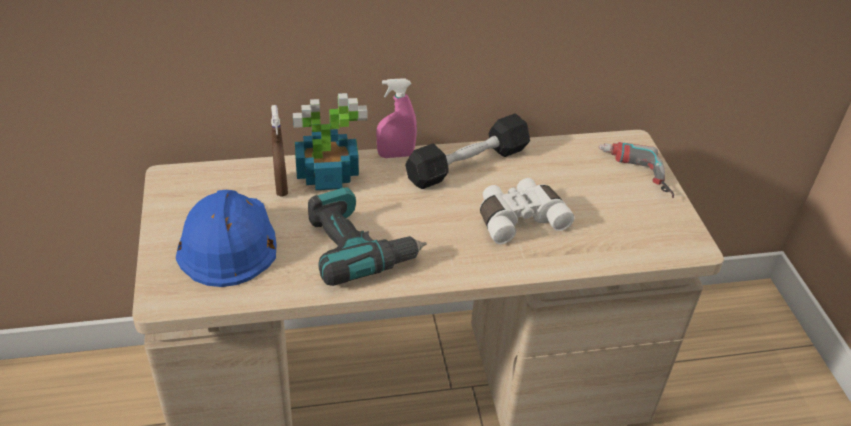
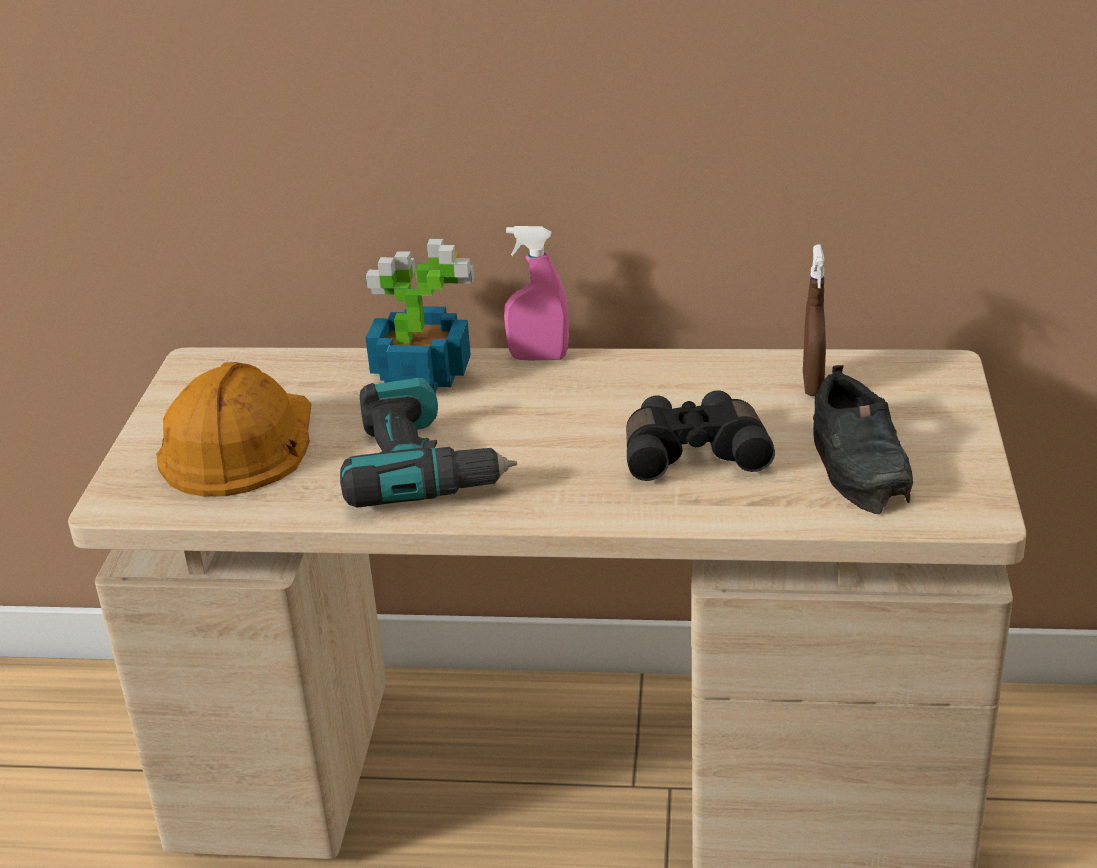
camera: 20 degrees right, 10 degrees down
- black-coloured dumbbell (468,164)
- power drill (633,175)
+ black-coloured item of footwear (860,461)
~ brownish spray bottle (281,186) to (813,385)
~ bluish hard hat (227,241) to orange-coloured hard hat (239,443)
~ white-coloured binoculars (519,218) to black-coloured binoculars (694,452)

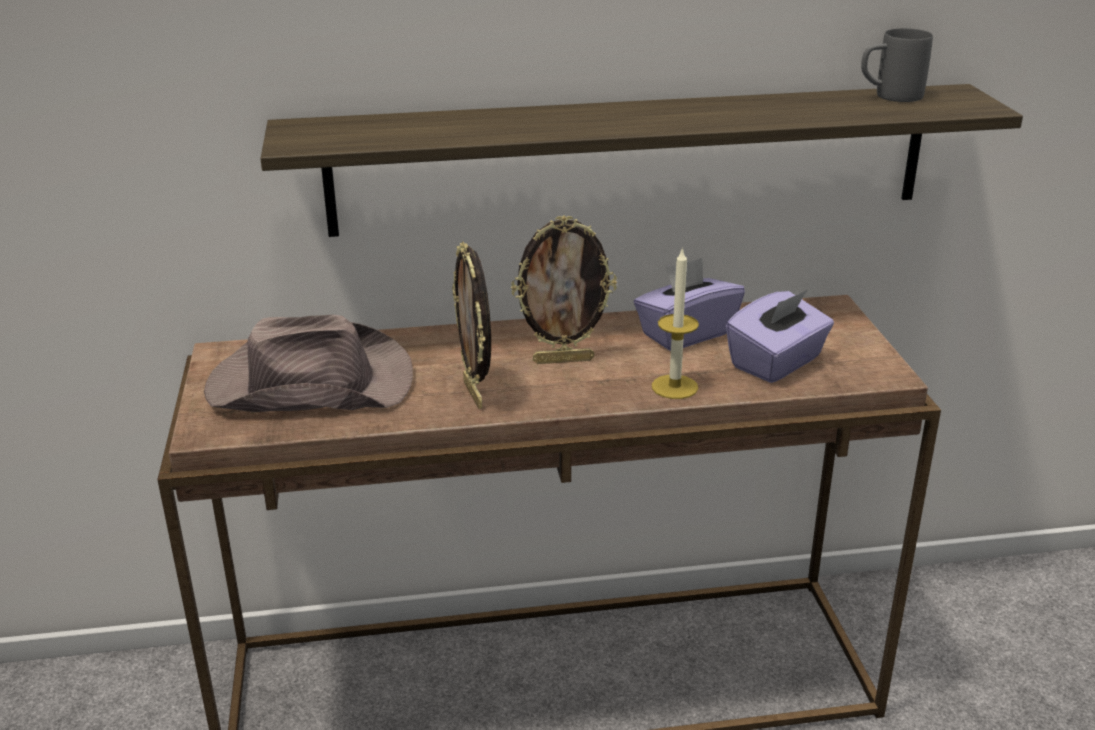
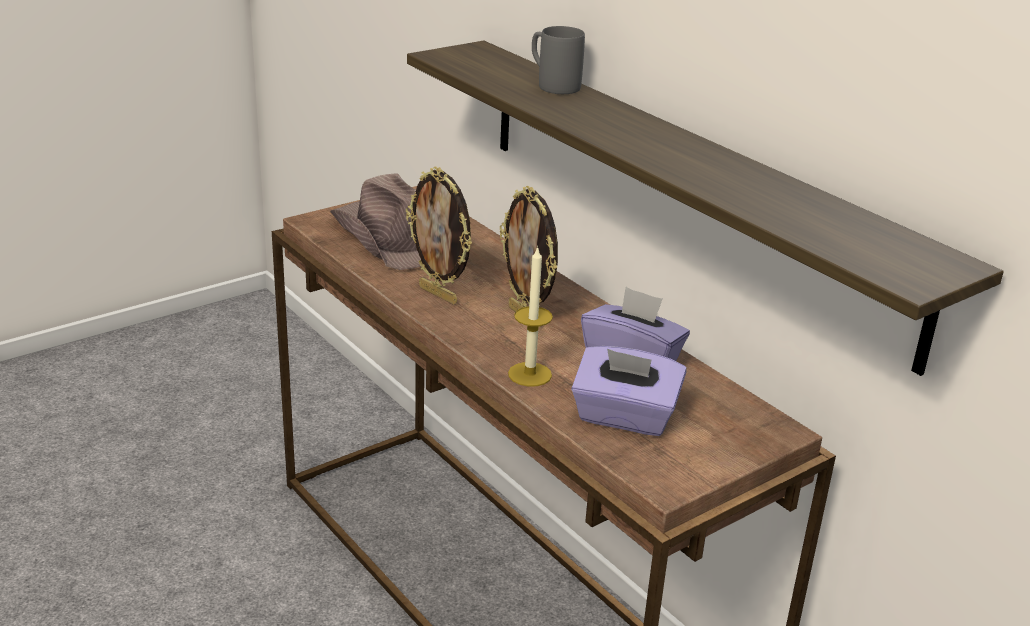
camera: 60 degrees right, 0 degrees up
~ greyish coffee mug (889,96) to (552,85)
~ photo frame (475,394) = (439,294) 90 degrees counterclockwise

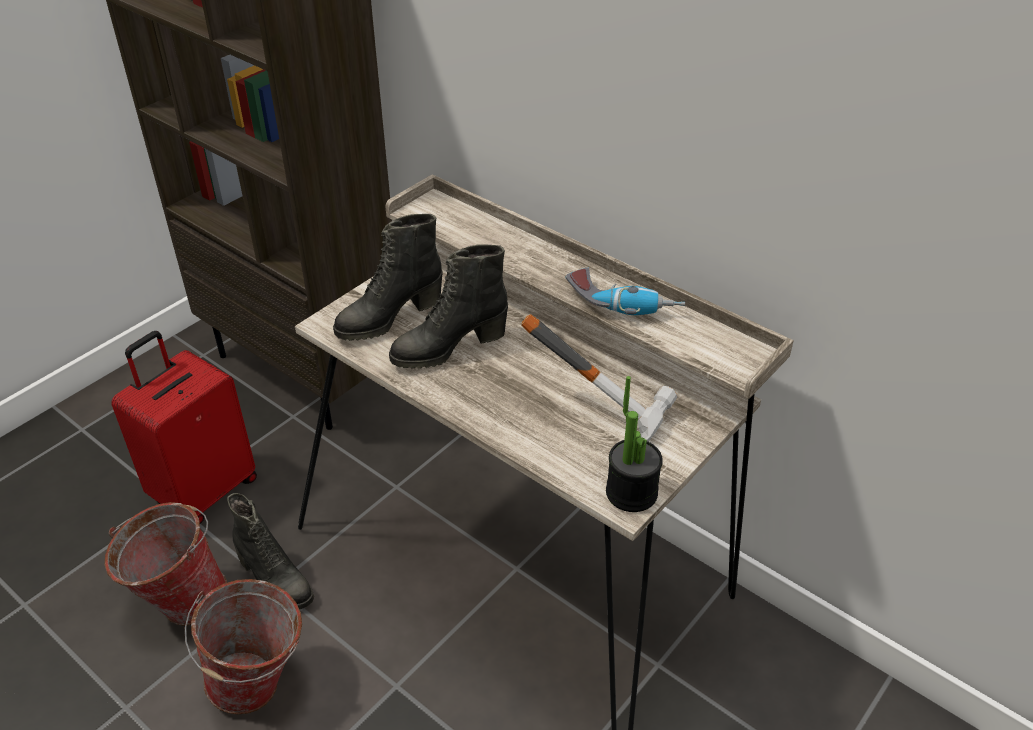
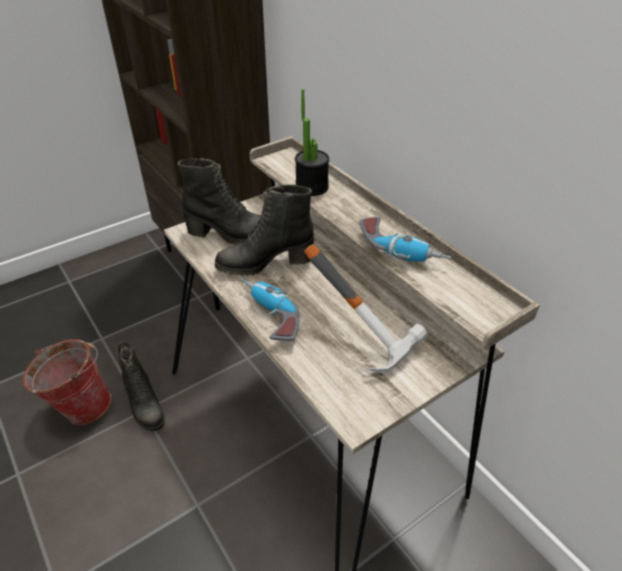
camera: 15 degrees right, 0 degrees up
- red-coloured travel case (204,490)
- pail (262,686)
+ power drill (267,316)
~ houseplant (631,493) to (312,187)
~ black-coloured tall boot (389,318) = (231,234) 150 degrees counterclockwise

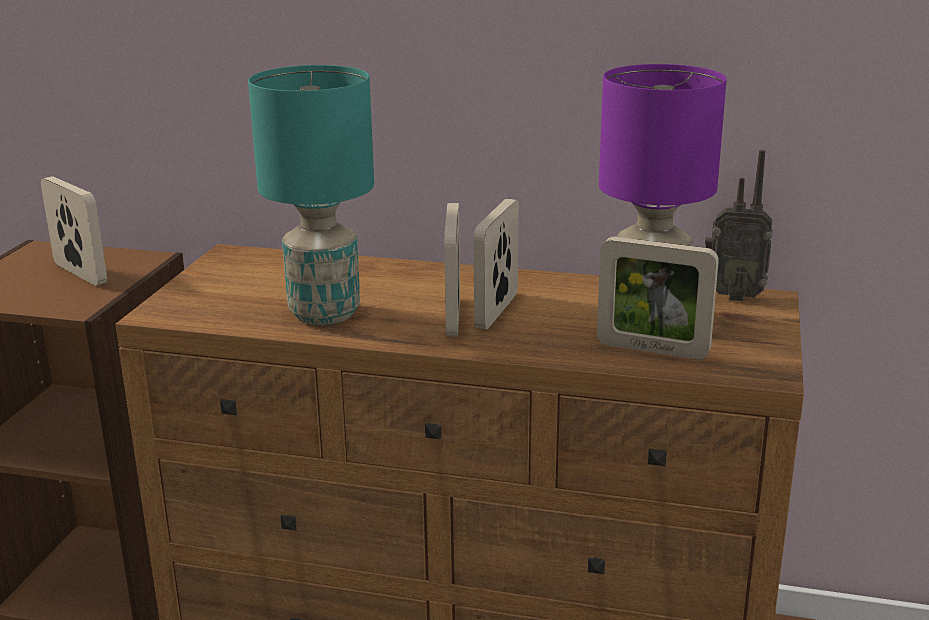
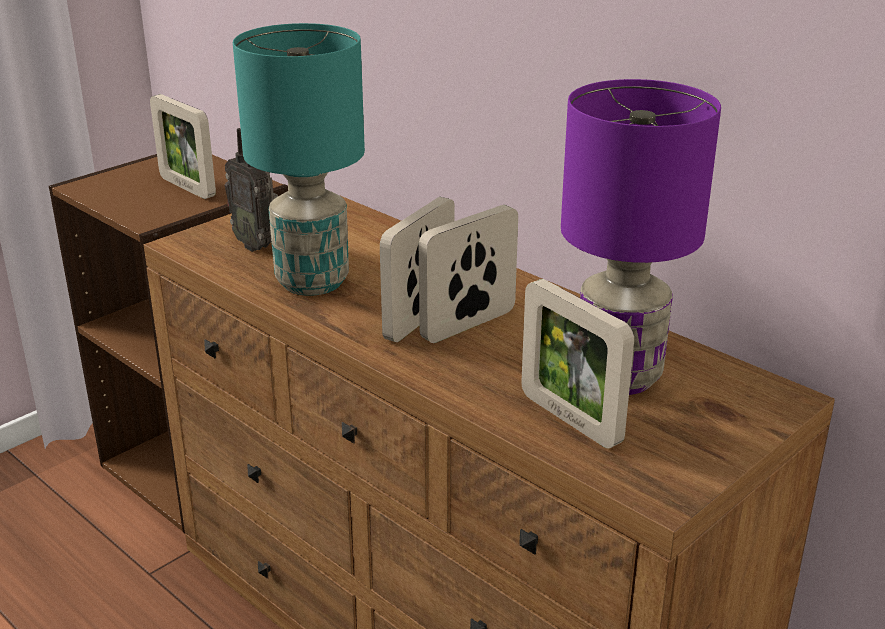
camera: 30 degrees right, 5 degrees up
~ radio (733,295) to (257,245)
~ photo frame (80,274) = (187,187) 150 degrees clockwise

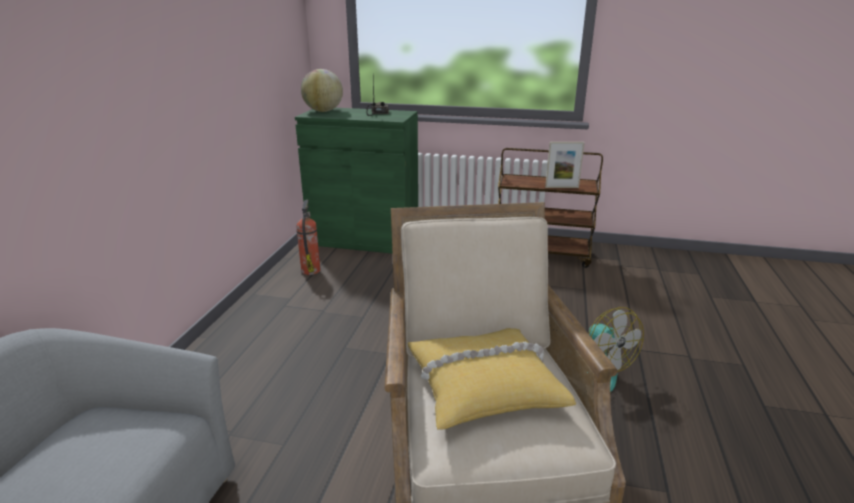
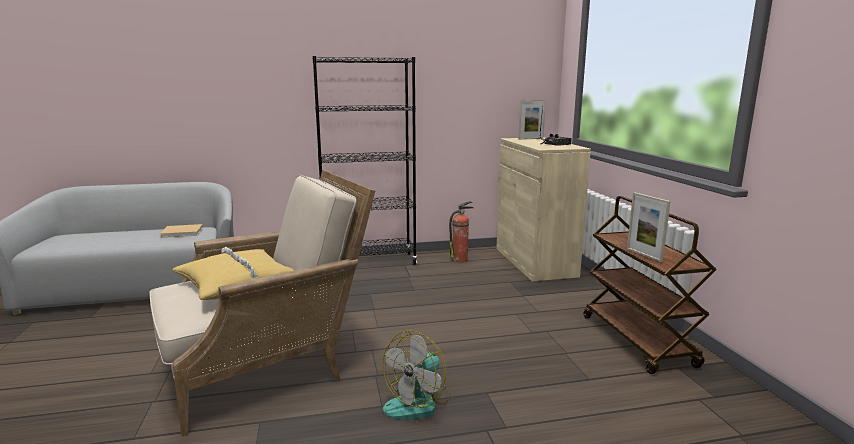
camera: 65 degrees right, 10 degrees down
+ beige book (183,232)
+ black-coloured bookcase (369,262)
~ globe (323,111) to photo frame (530,139)
~ green-coloured storage cabinet (364,239) to beige storage cabinet (535,262)

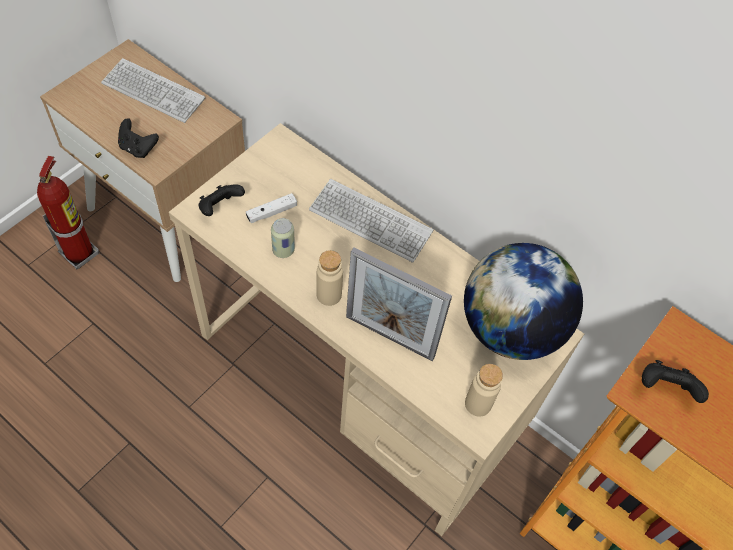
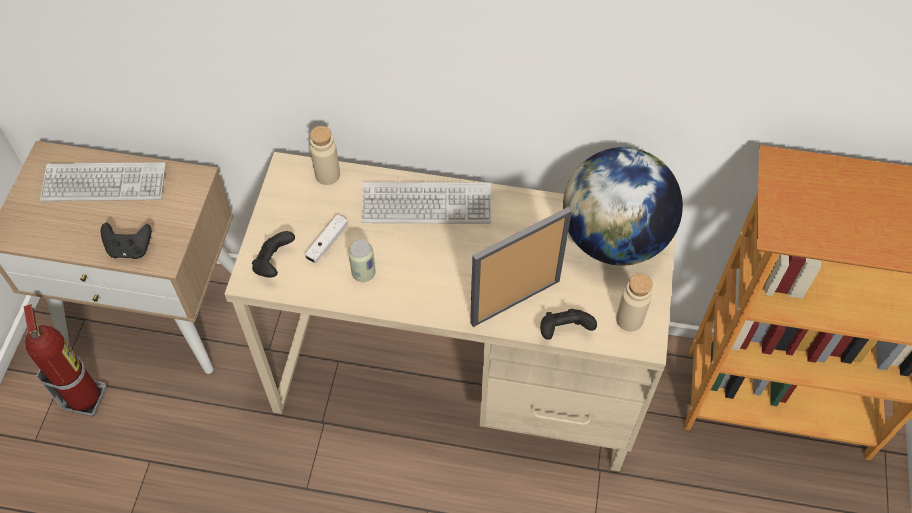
camera: 25 degrees left, 0 degrees up
~ beige bottle (329,295) to (327,175)
~ black-coloured game controller (665,389) to (564,331)
~ photo frame (389,337) = (515,301) 150 degrees clockwise

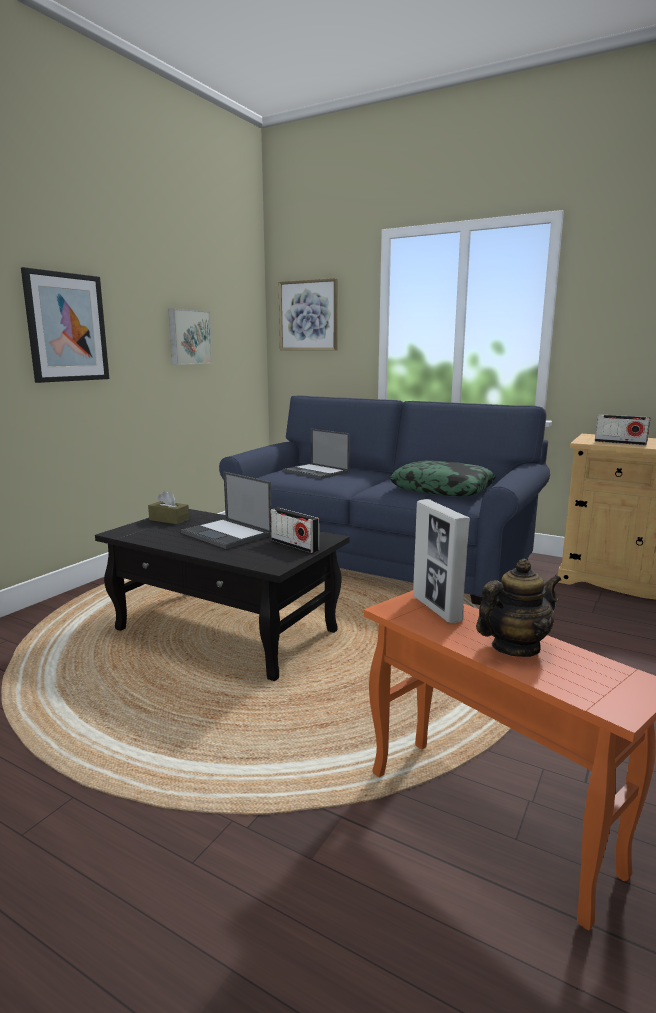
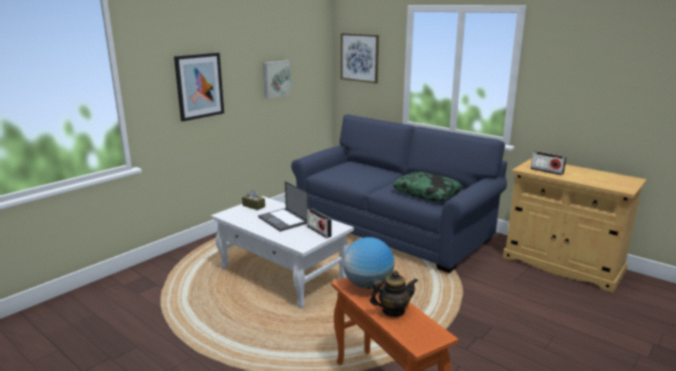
camera: 10 degrees right, 5 degrees up
- notebook computer (317,472)
~ photo frame (436,608) to globe (368,285)
~ black-coloured lounge table (227,631) to white-coloured lounge table (283,274)

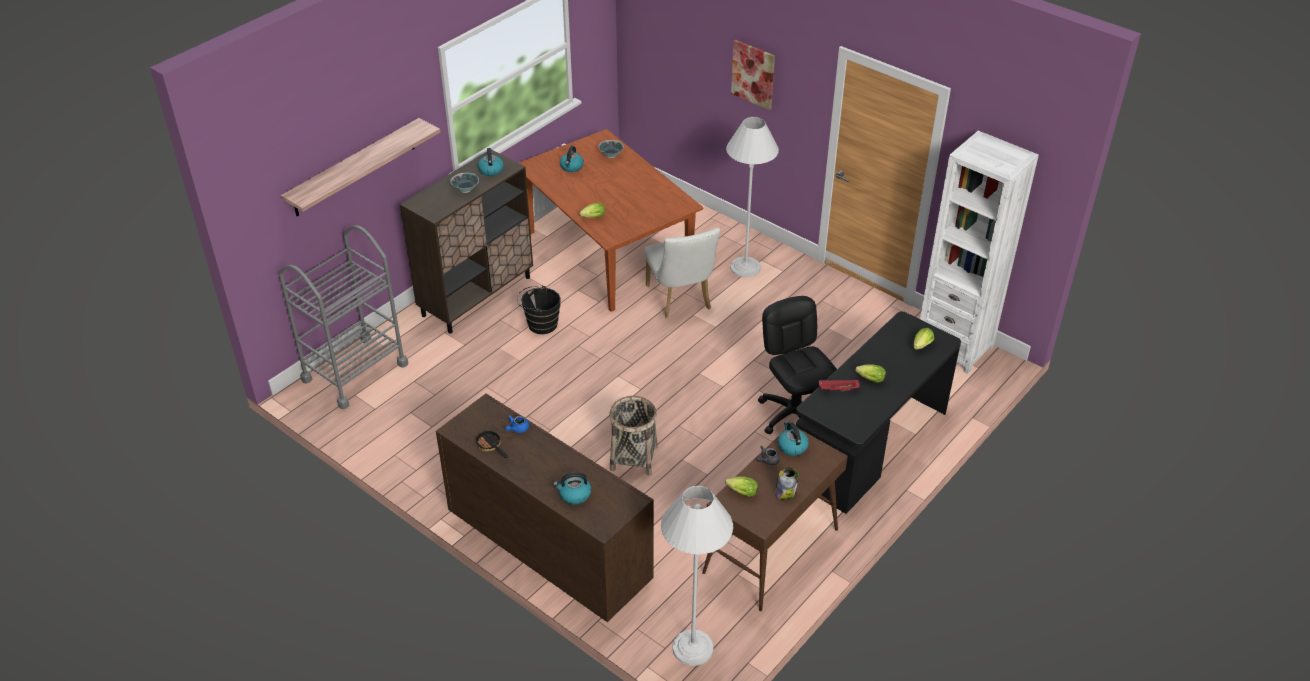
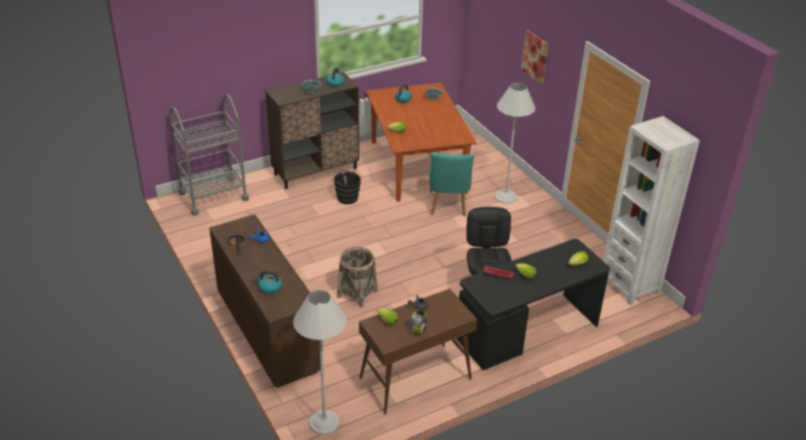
camera: 20 degrees right, 5 degrees down
- shelf (354,168)
- kettle (792,446)
~ white-coloured chair (680,300) to turquoise chair (448,206)

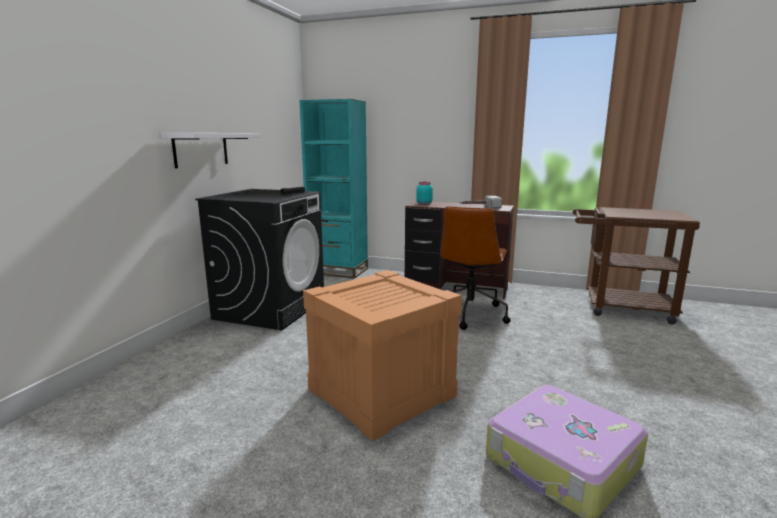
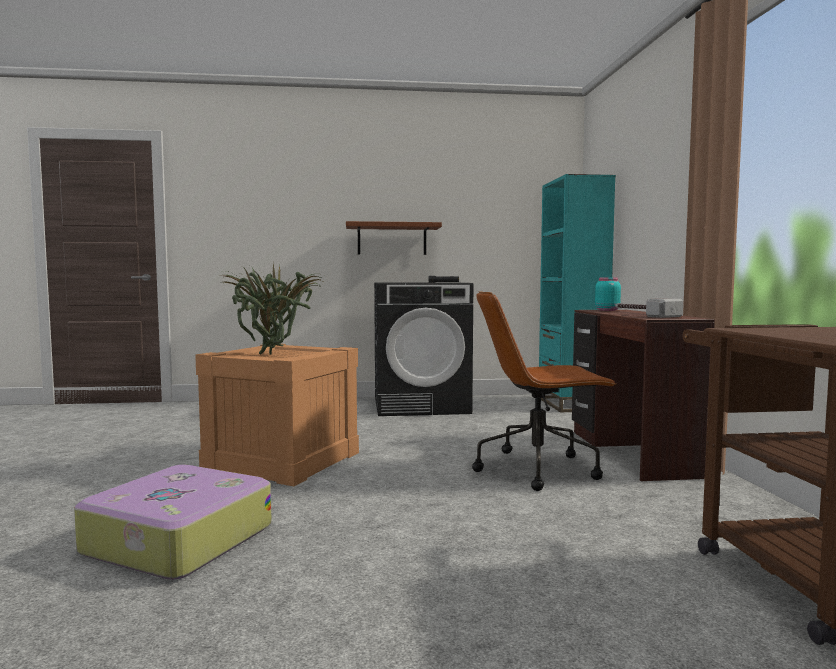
camera: 65 degrees right, 10 degrees down
+ houseplant (275,355)
~ white-coloured shelf (201,149) to brownish shelf (392,239)

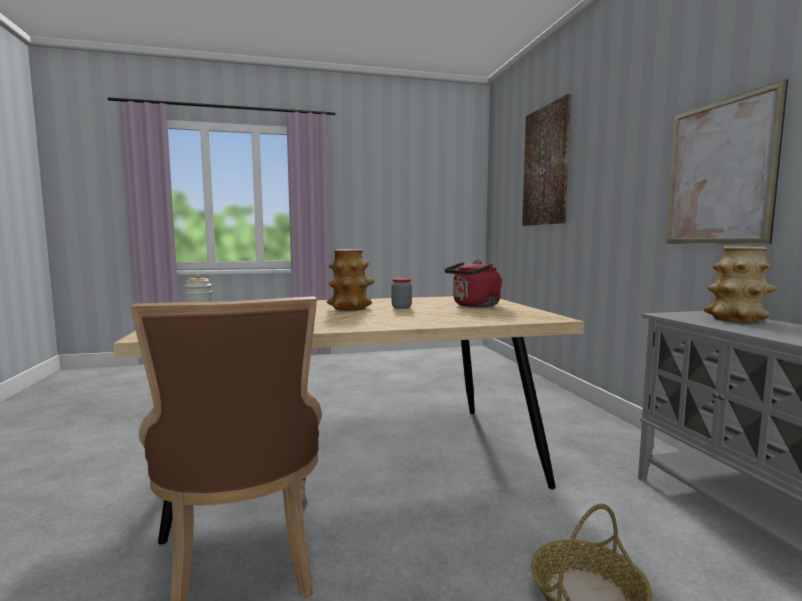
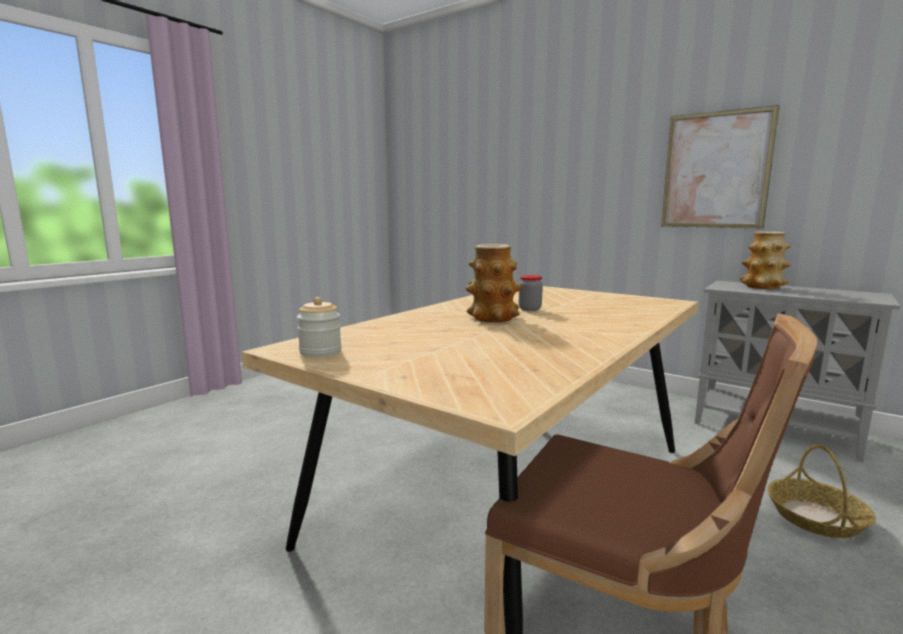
camera: 40 degrees left, 5 degrees up
- red-coloured kettle (474,306)
- picture (546,166)

